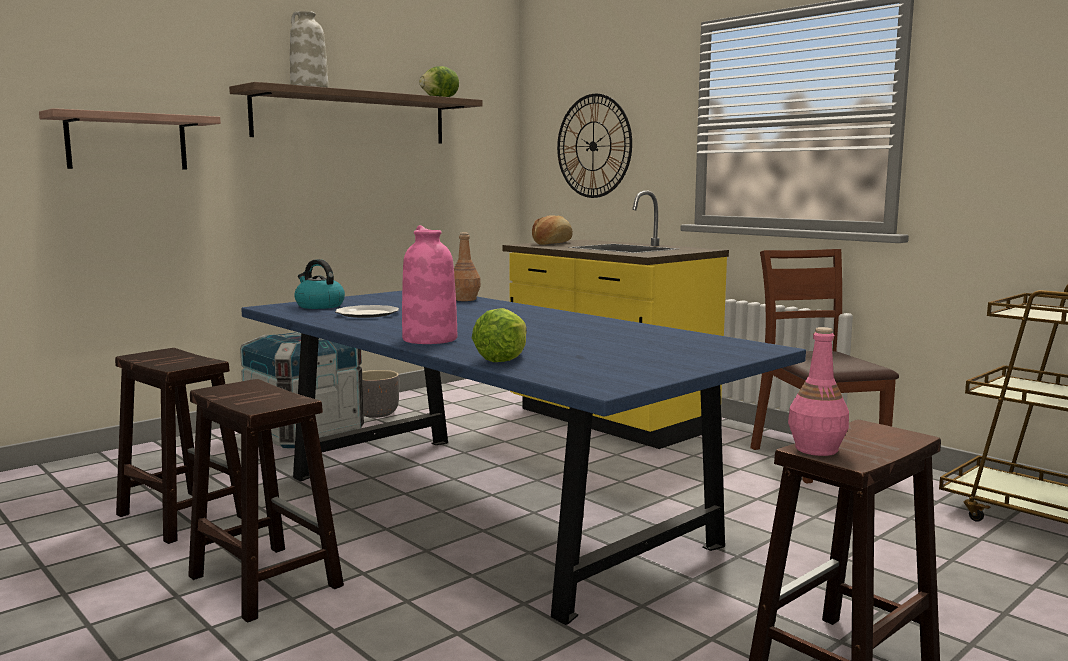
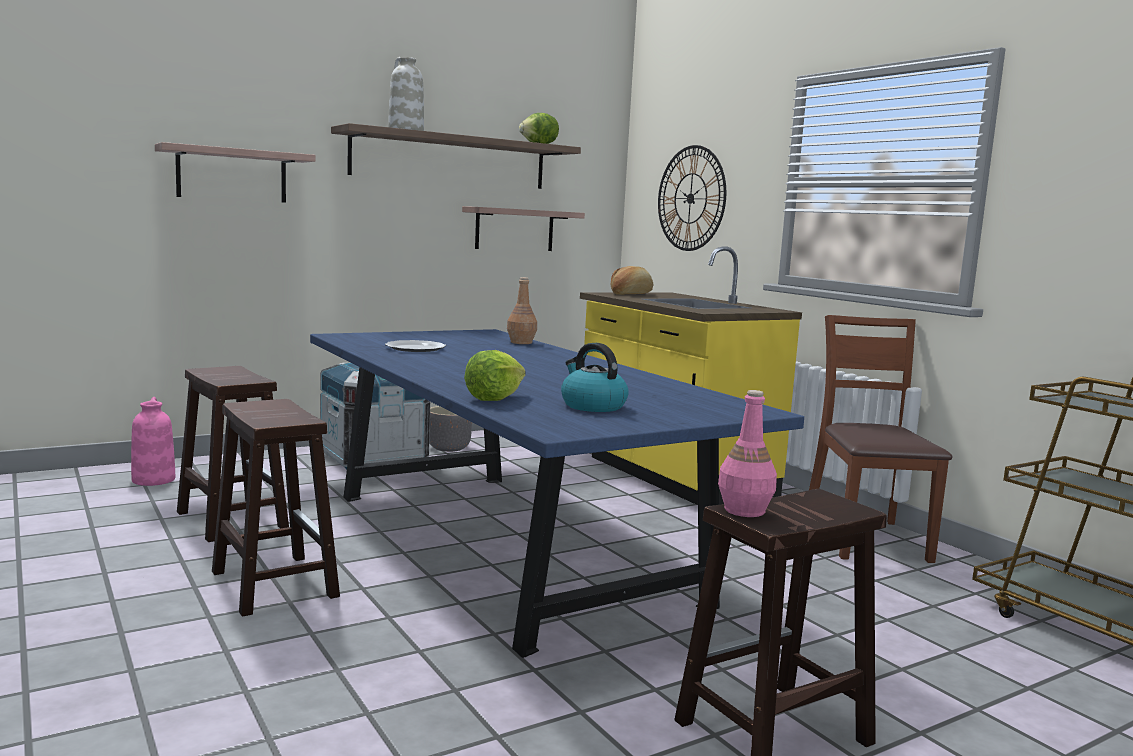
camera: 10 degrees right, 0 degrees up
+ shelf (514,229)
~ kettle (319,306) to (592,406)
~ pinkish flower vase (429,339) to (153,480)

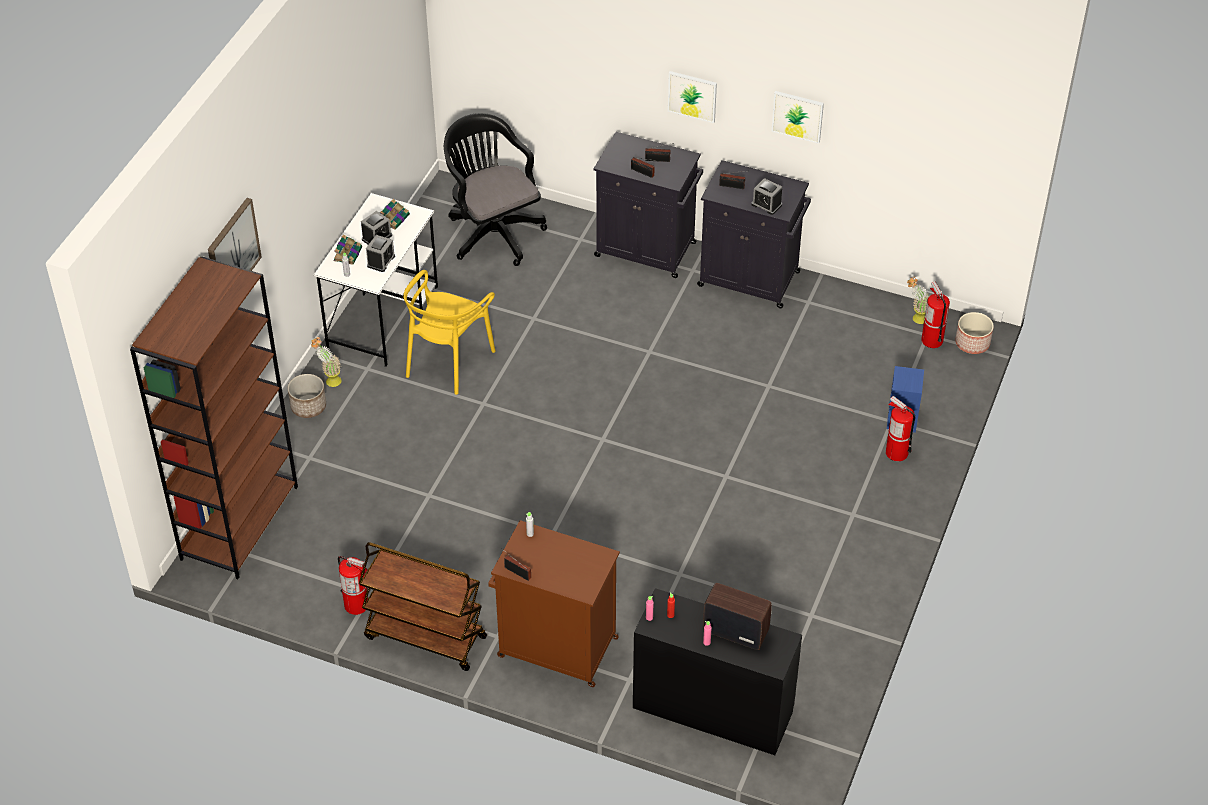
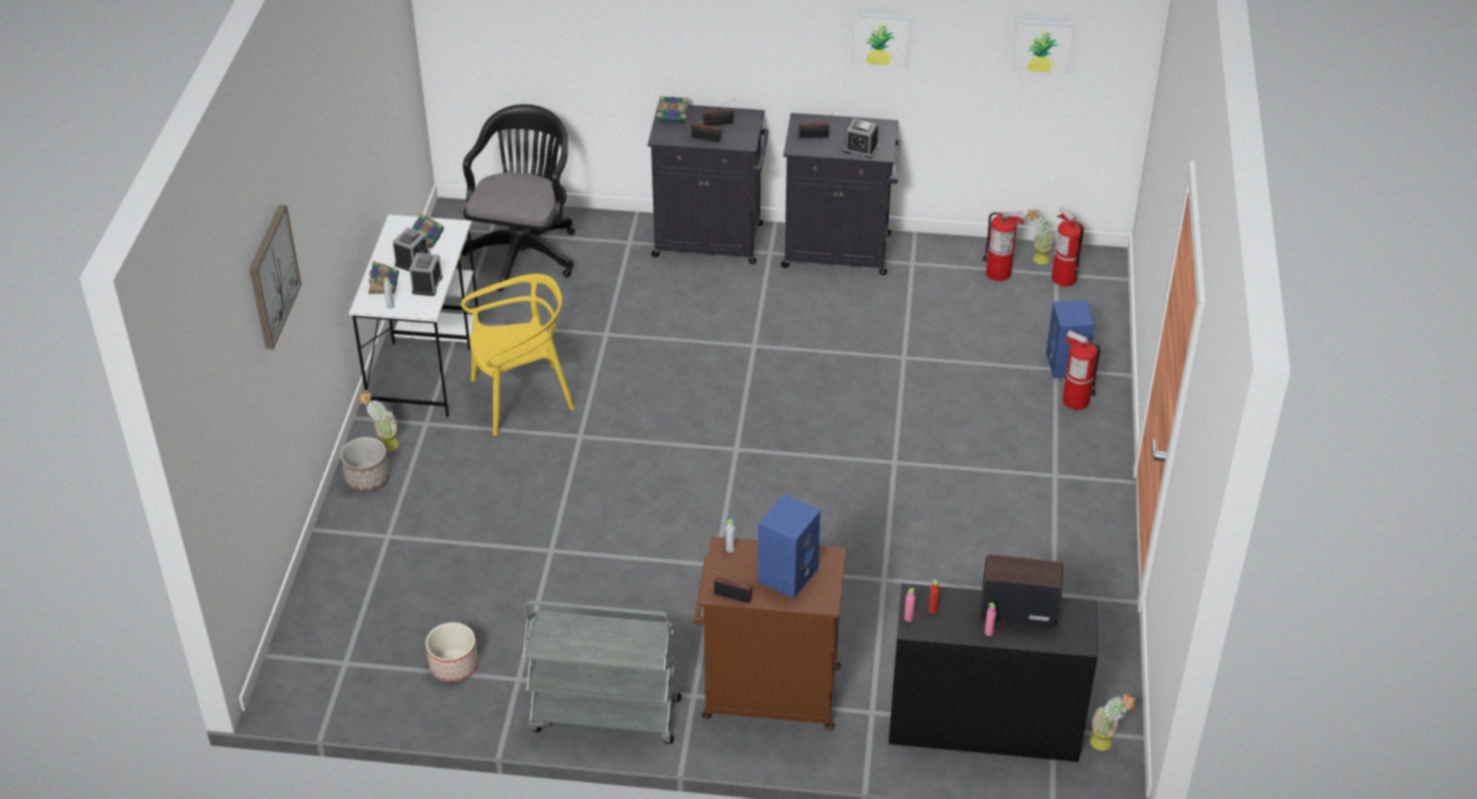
camera: 15 degrees left, 5 degrees down
- brownish bookcase (239,522)
+ book (673,115)
+ bluish loudspeaker (787,574)
+ houseplant (1107,744)
~ extinguisher (356,605) to (998,273)
~ picture (692,96) to (1043,46)
~ flower pot (972,343) to (453,665)
~ brownish wheeled cart (424,637) to greyish wheeled cart (604,715)
~ yellow chair (448,361) = (521,398) 120 degrees counterclockwise
~ black-coloured office chair (493,231) = (524,251) 60 degrees clockwise

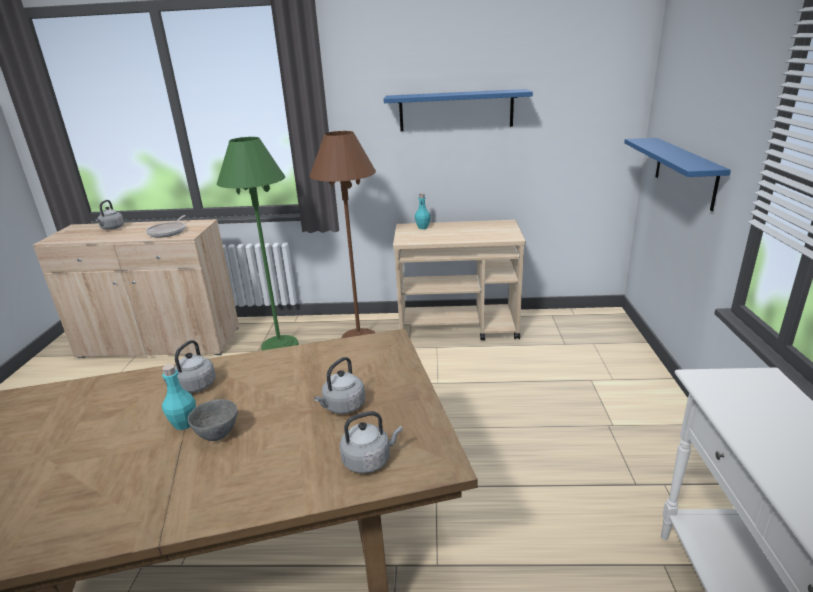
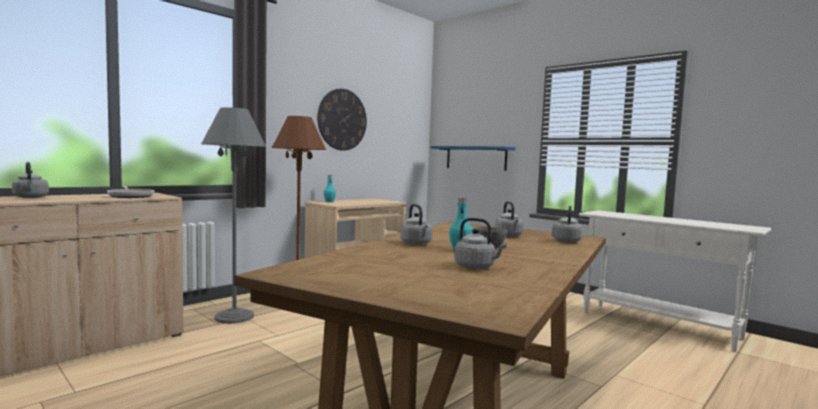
camera: 50 degrees left, 20 degrees down
+ greyish kettle (476,267)
~ bluish shelf (456,110) to wall clock (342,119)
~ green-coloured standing lamp (280,346) to greyish standing lamp (234,317)

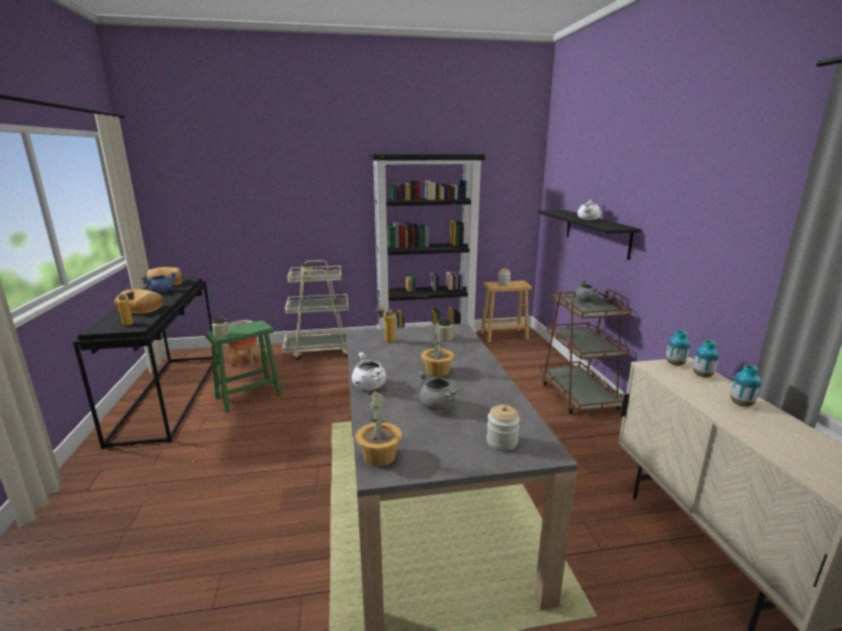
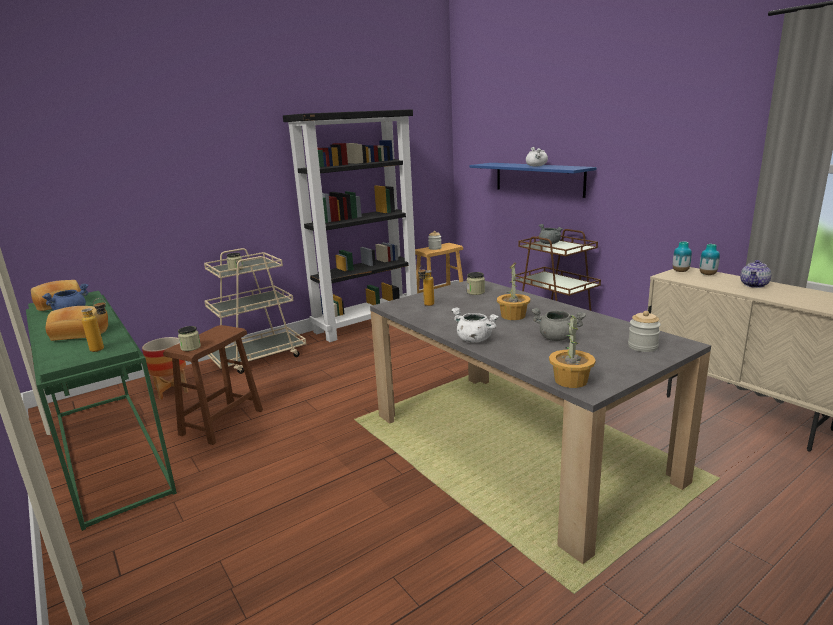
camera: 25 degrees left, 0 degrees up
~ flower vase (741,404) to pot for tea (754,285)
~ black-coloured hall table (169,395) to green-coloured hall table (108,450)
~ green-coloured stool (248,396) to brownish stool (221,422)
~ black-coloured shelf (596,232) to bluish shelf (538,179)

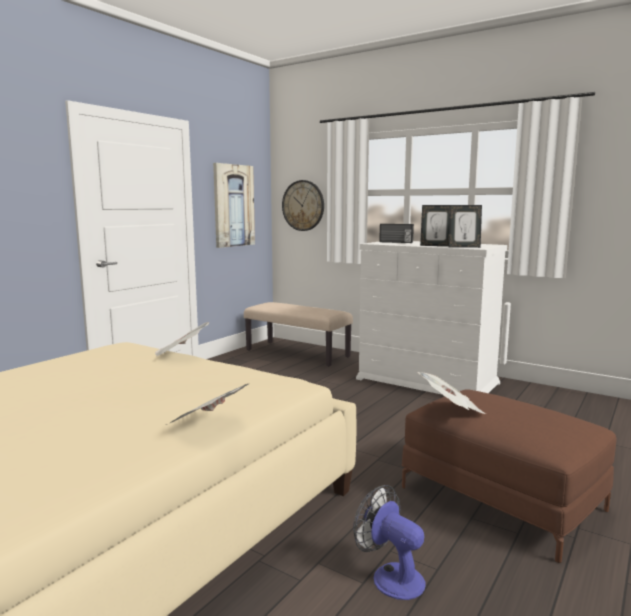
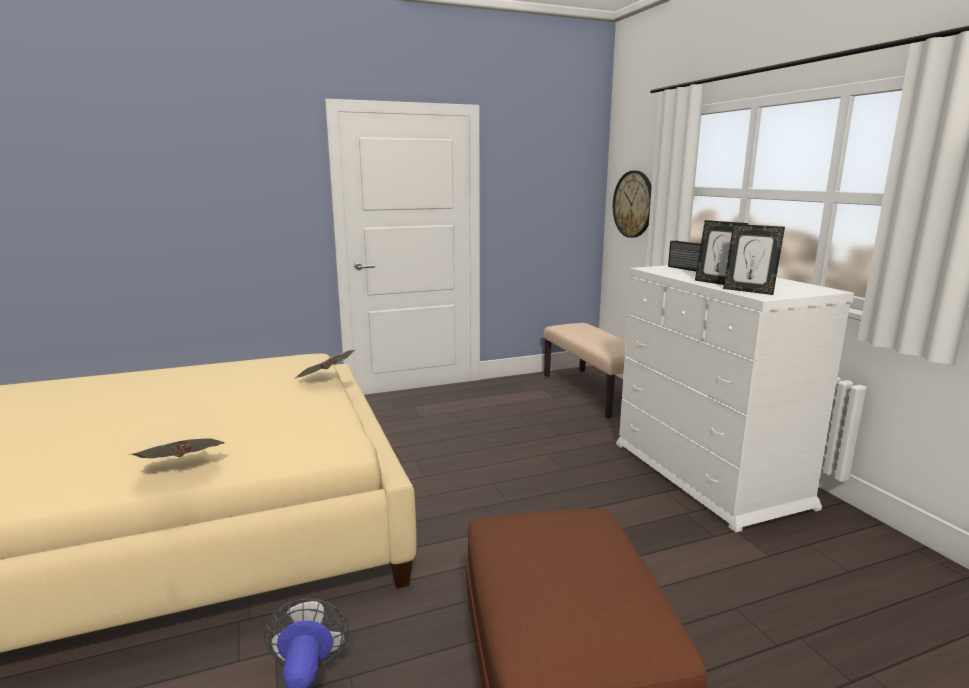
camera: 35 degrees right, 5 degrees up
- picture (233,205)
- daily paper (450,409)

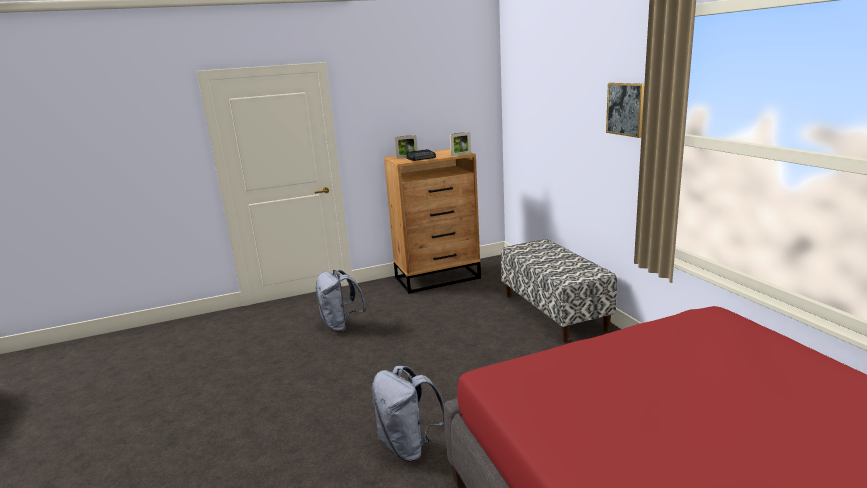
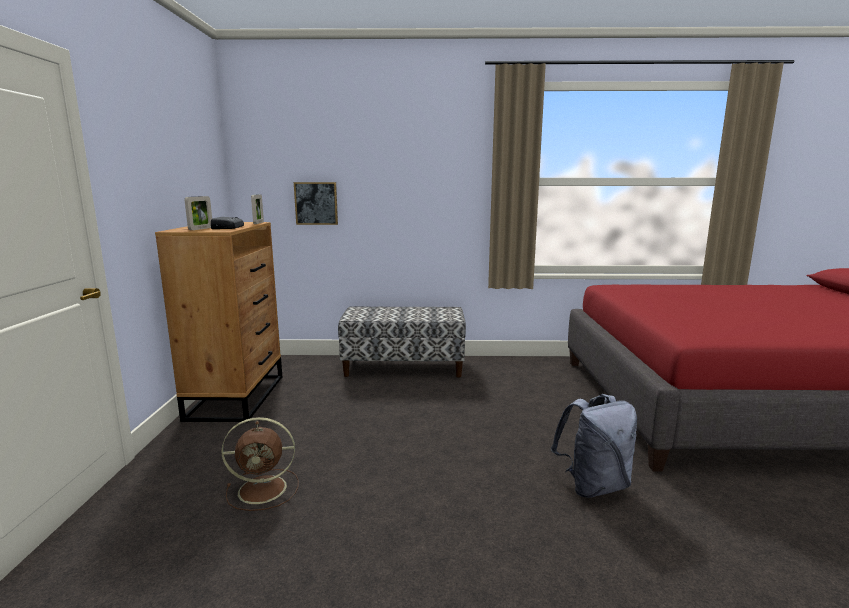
camera: 70 degrees left, 5 degrees down
~ picture (625,109) to (316,203)
~ greyish backpack (341,325) to brownish fan (264,489)

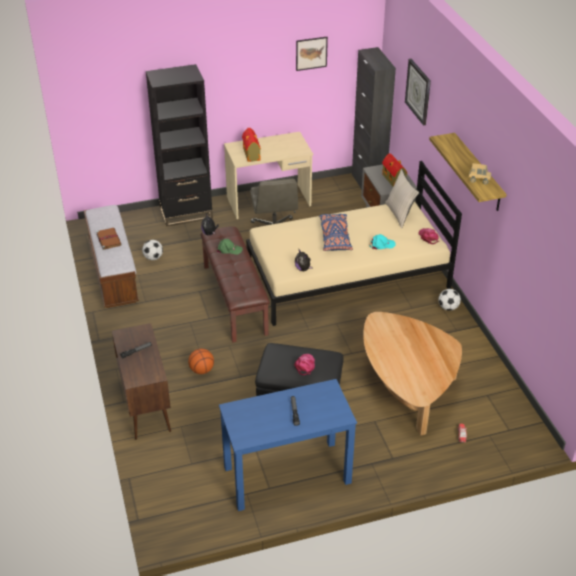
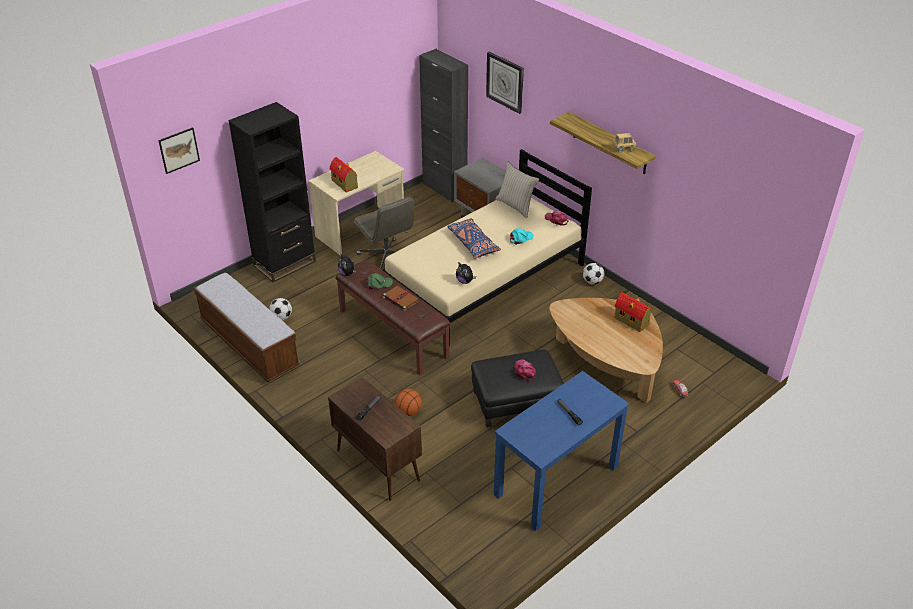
camera: 25 degrees left, 0 degrees up
~ brownish book (108,239) to (400,299)
~ picture (311,53) to (179,150)
~ model house (394,180) to (632,321)

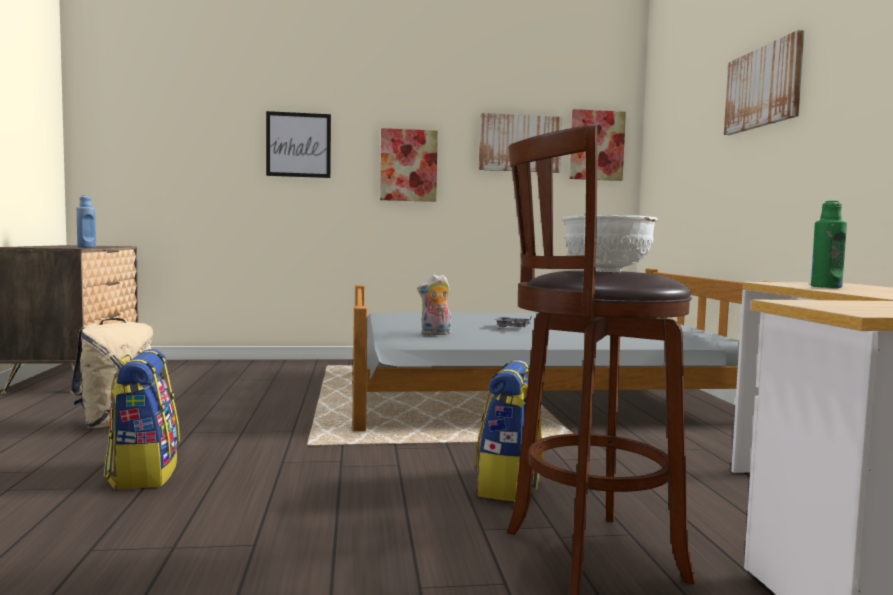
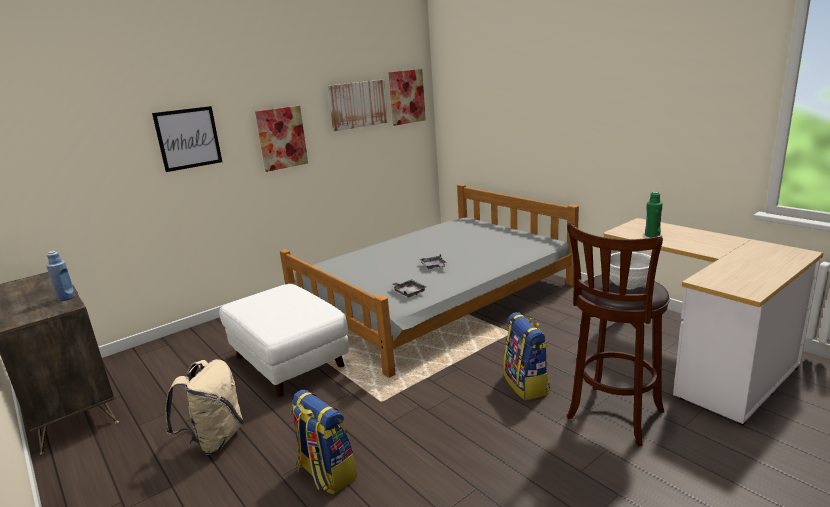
camera: 30 degrees left, 15 degrees up
- picture (763,87)
+ white-coloured pouffe (290,361)
~ cuddly toy (435,334) to greyish serving tray (408,292)

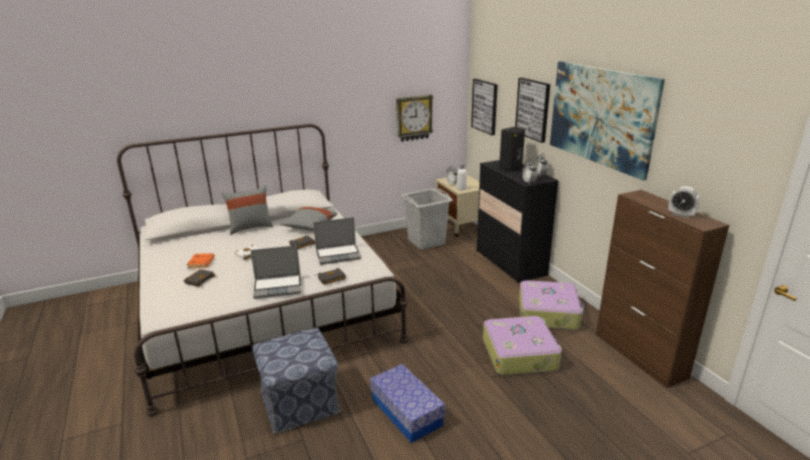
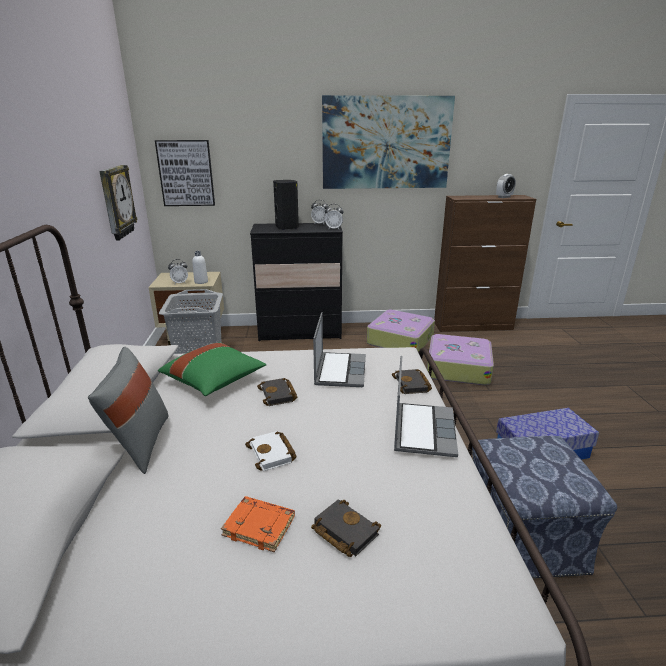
camera: 70 degrees left, 0 degrees up
- picture (533,109)
~ greyish pillow (309,227) to green-coloured pillow (214,381)

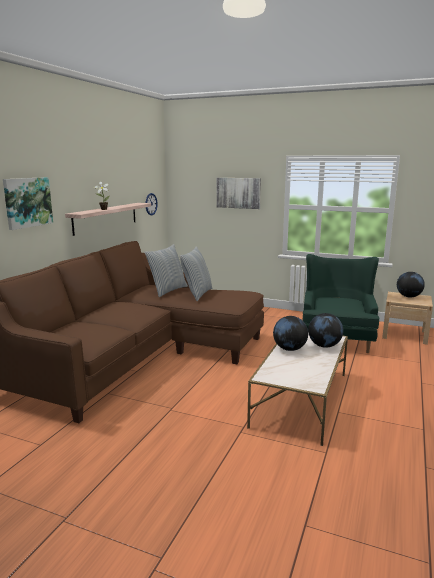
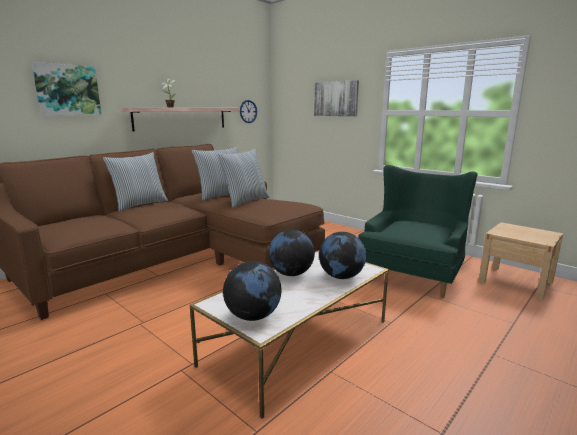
camera: 20 degrees right, 0 degrees up
+ pillow (139,204)
~ globe (408,296) to (253,316)

